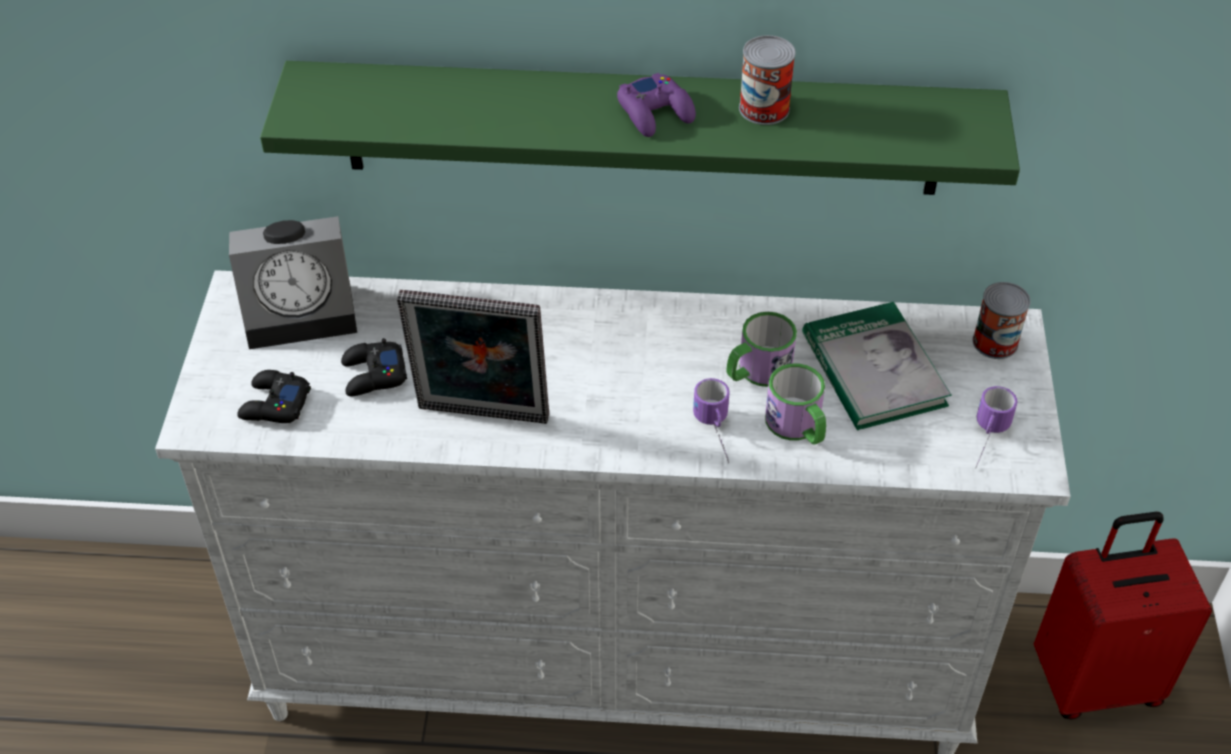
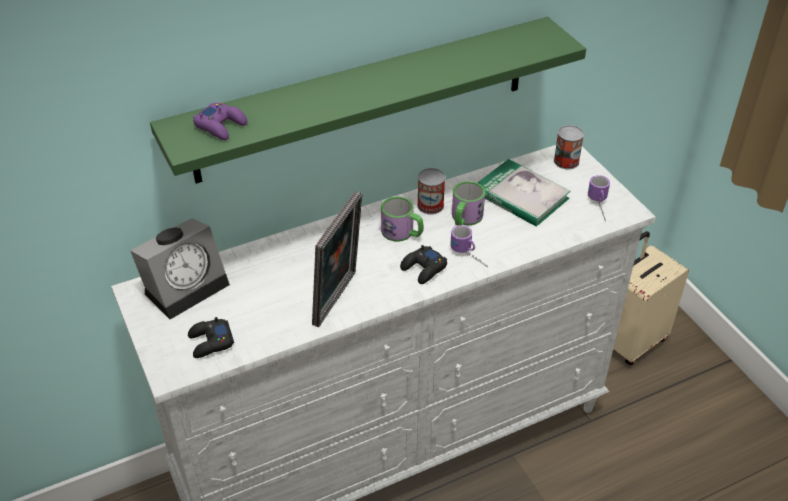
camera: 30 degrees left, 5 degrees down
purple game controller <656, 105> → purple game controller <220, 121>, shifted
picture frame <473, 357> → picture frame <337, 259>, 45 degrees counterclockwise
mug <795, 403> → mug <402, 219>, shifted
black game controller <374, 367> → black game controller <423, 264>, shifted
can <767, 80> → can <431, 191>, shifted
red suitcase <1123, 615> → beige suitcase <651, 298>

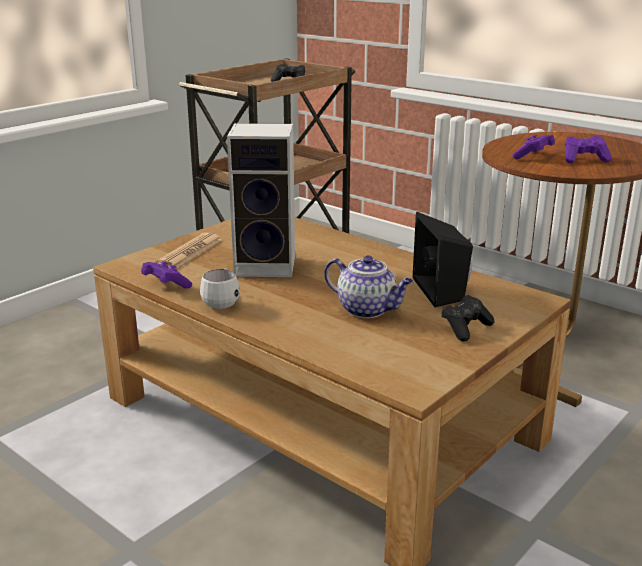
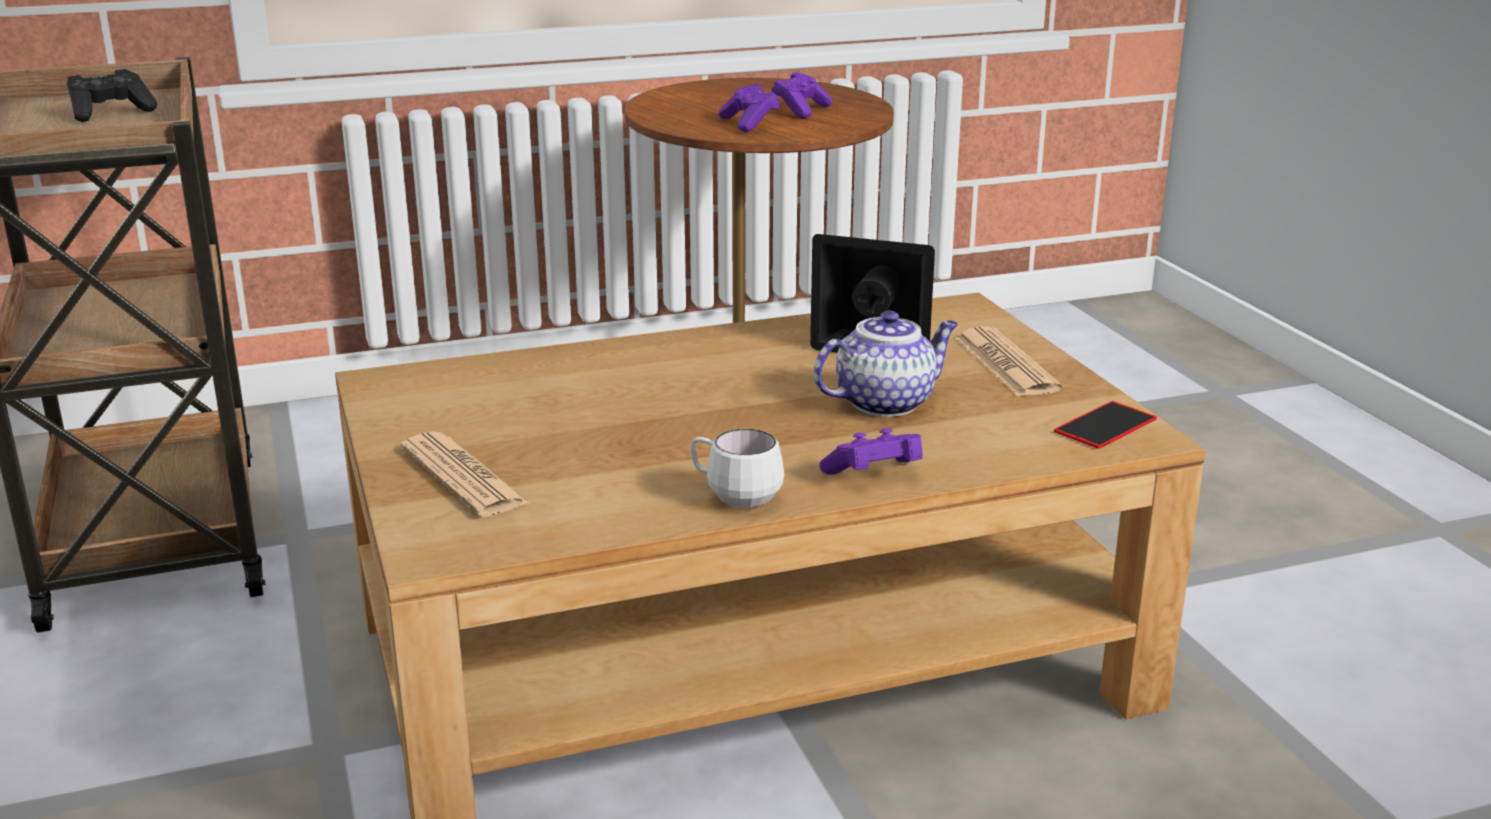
camera: 60 degrees left, 0 degrees up
purple game controller <166, 274> → purple game controller <871, 451>, shifted
black game controller <468, 318> → newspaper <1008, 361>
- → phone <1105, 425>
speaker <261, 200> → -

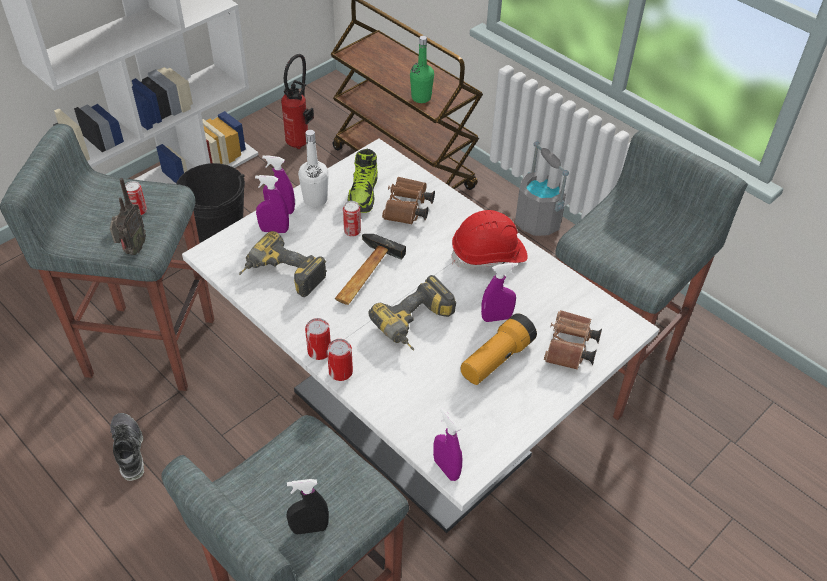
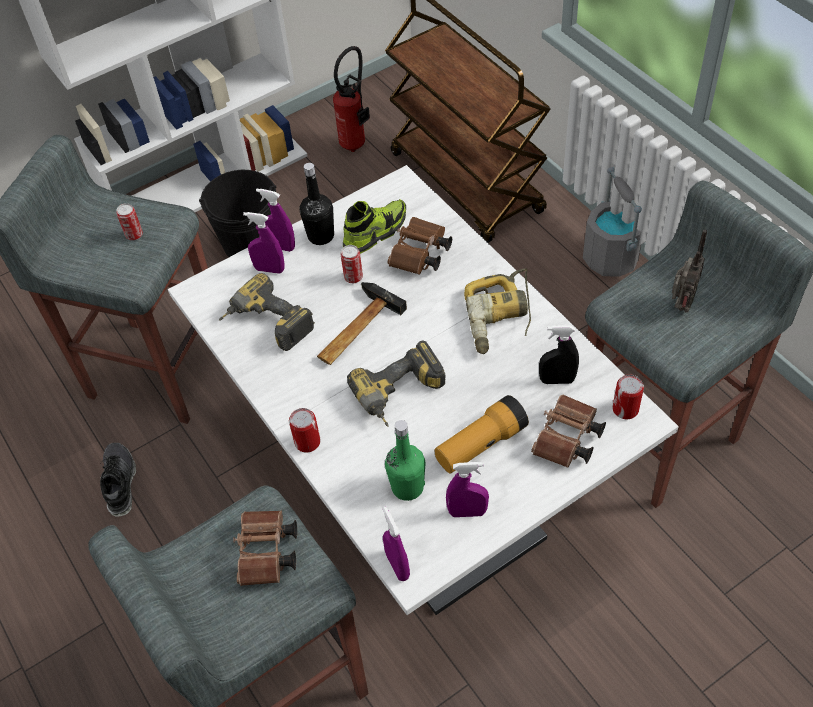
camera: 15 degrees right, 5 degrees up
- → brown binoculars <265, 548>
white bottle <313, 168> → black bottle <317, 204>
shoe <362, 181> → shoe <374, 226>, 150 degrees counterclockwise
green bottle <422, 69> → green bottle <405, 460>, shifted
purple spray bottle <499, 292> → purple spray bottle <467, 489>, shifted
red hard hat <490, 239> → power drill <497, 311>
black spray bottle <308, 506> → black spray bottle <559, 354>, shifted
can <318, 339> → can <628, 396>, shifted
radio <128, 216> → radio <689, 271>, shifted

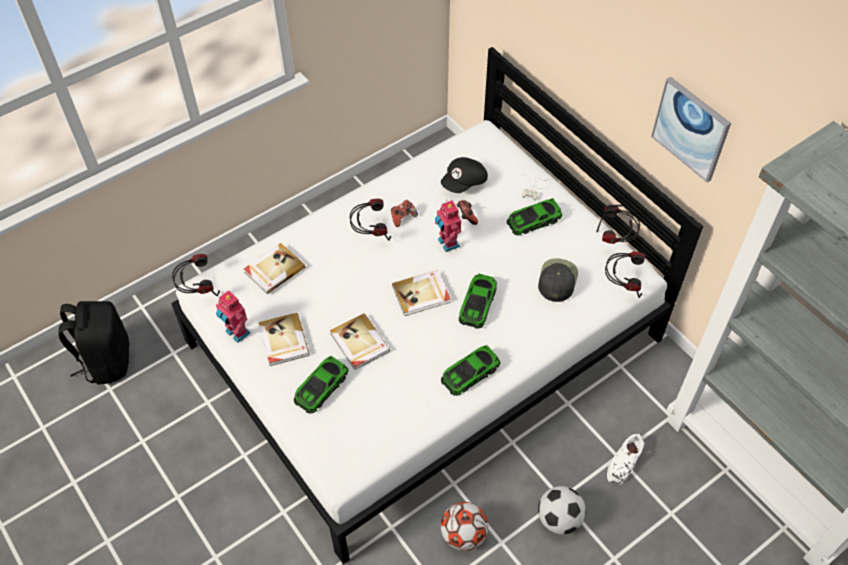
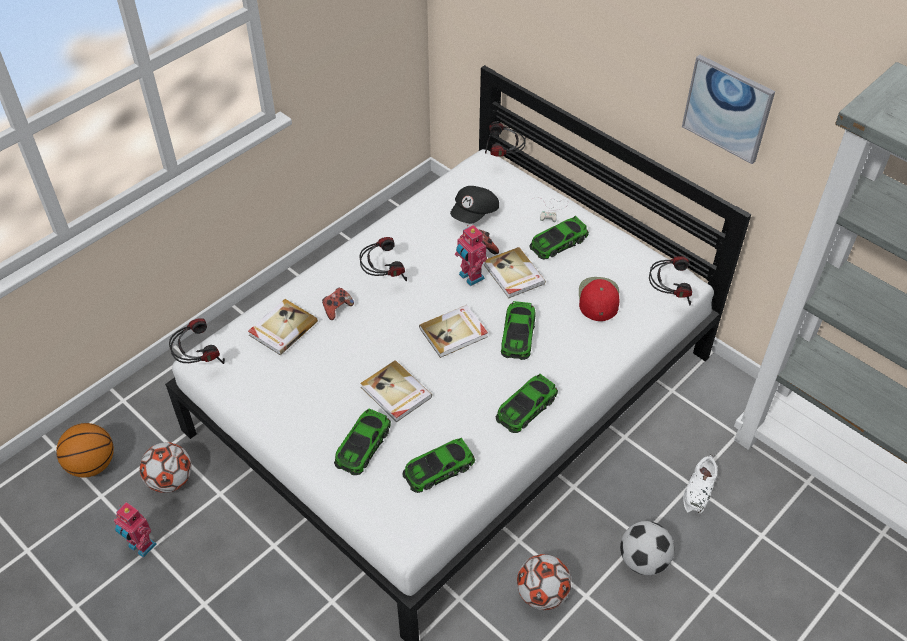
camera: 10 degrees left, 5 degrees down
black backpack <94, 342> → basketball <85, 450>
toy robot <233, 316> → toy robot <135, 530>, shifted
- → football <166, 467>
game controller <404, 213> → game controller <338, 304>, shifted
- → toy car <439, 465>
book <284, 339> → book <515, 272>, shifted
headphones <618, 224> → headphones <505, 139>, shifted
black cap <558, 280> → red cap <599, 299>

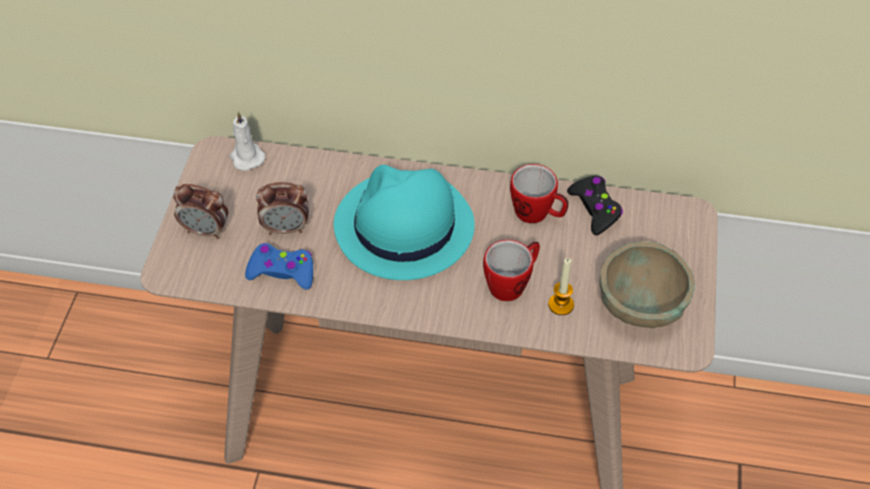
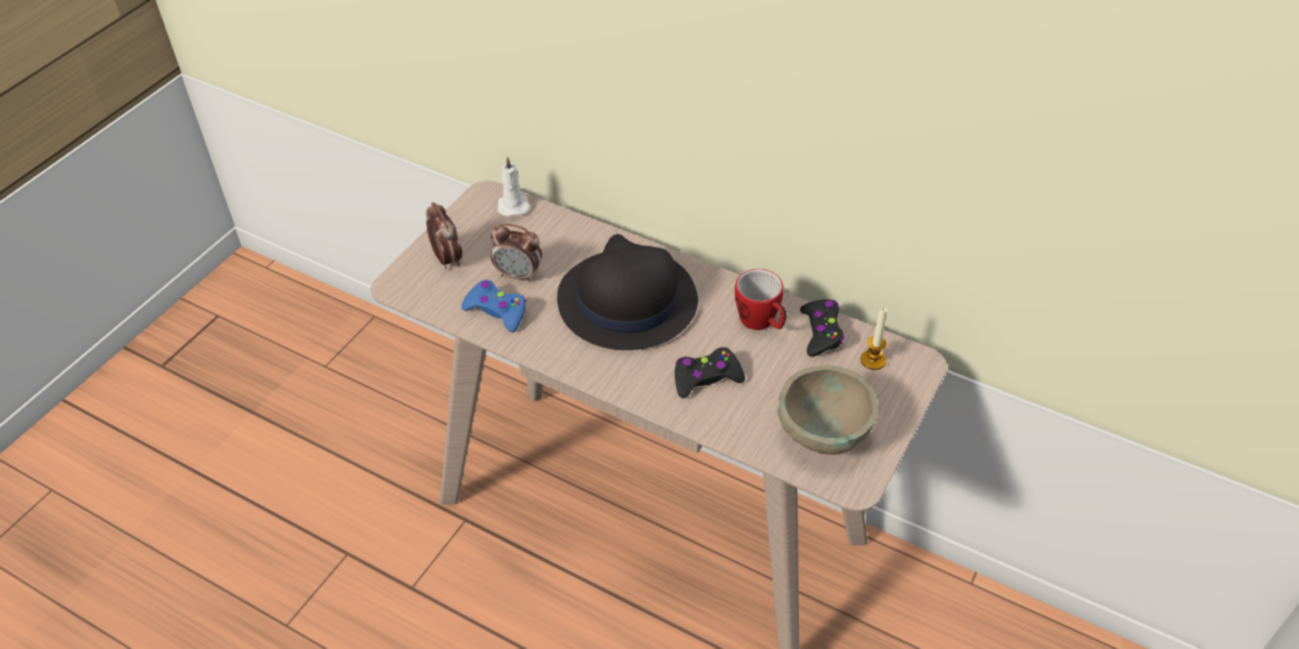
camera: 20 degrees right, 5 degrees down
alarm clock <200, 211> → alarm clock <444, 235>, 150 degrees counterclockwise
turquoise hat <404, 222> → black hat <627, 292>
mug <511, 270> → black game controller <710, 372>
candle <561, 286> → candle <874, 339>, shifted

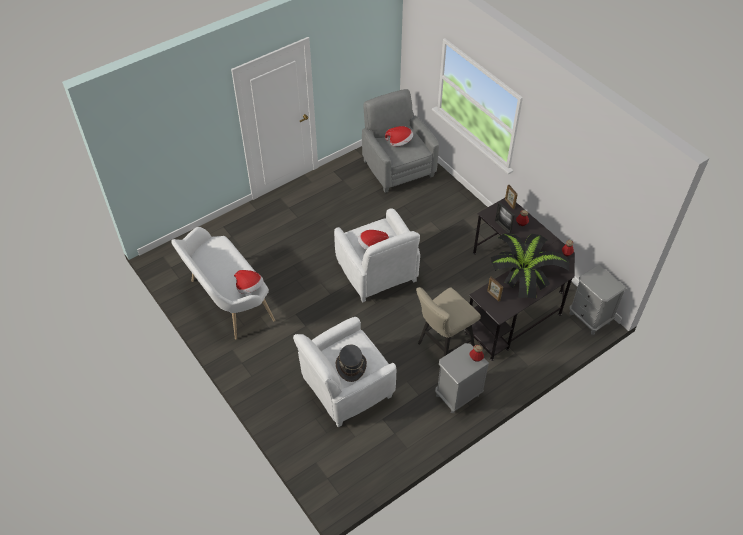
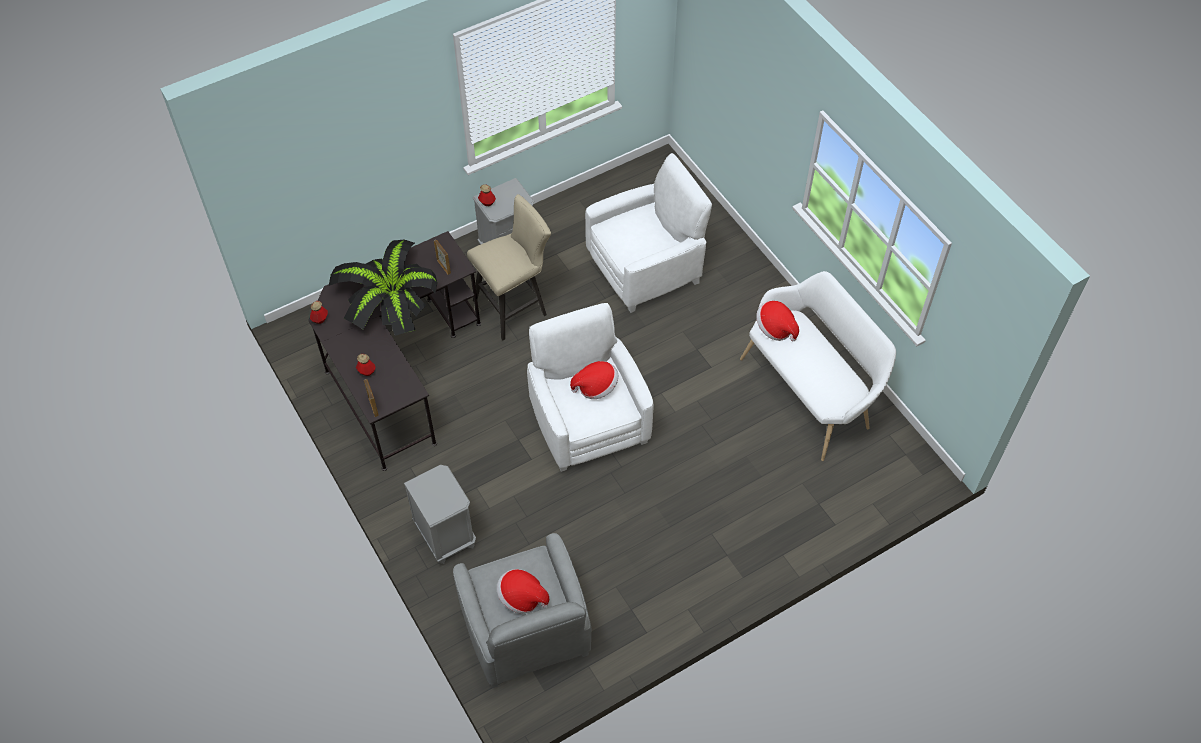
camera: 175 degrees left, 5 degrees up
grey nightstand <597, 300> → grey nightstand <440, 514>, shifted
grey hat <351, 363> → -
picture frame <505, 217> → -

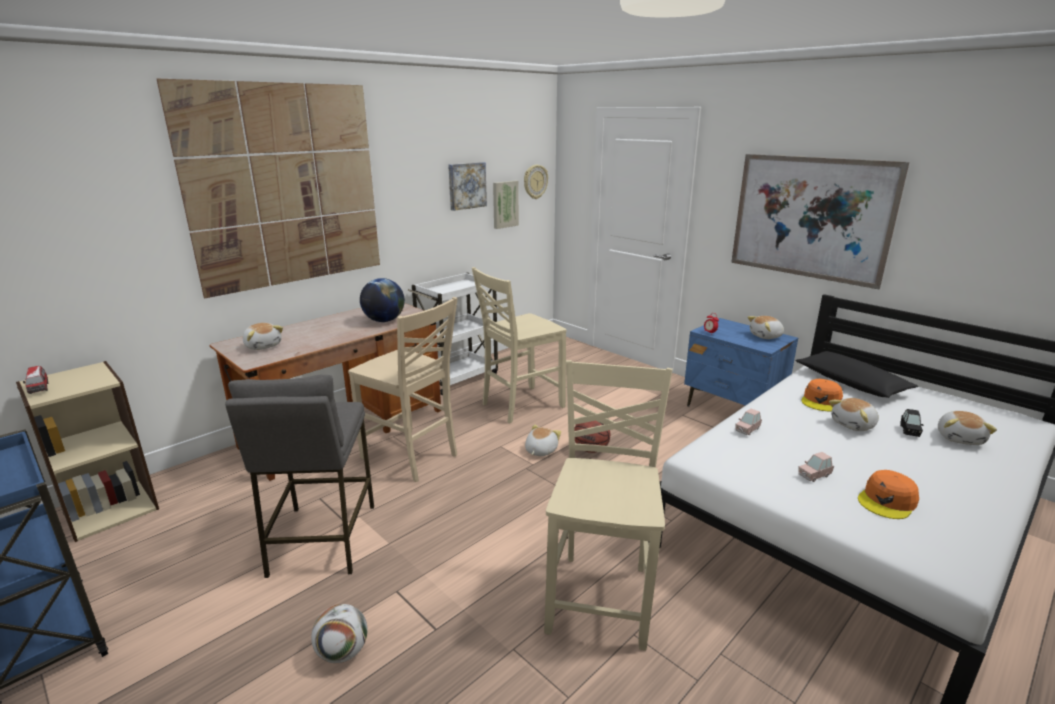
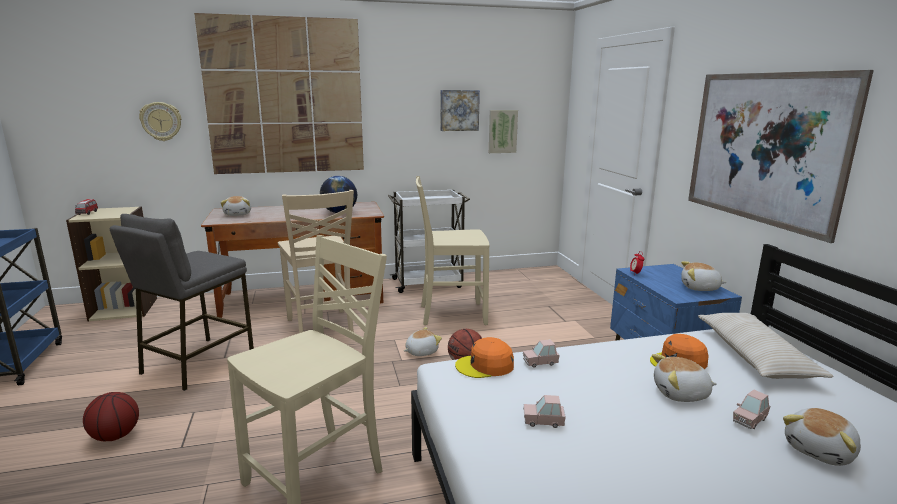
camera: 30 degrees right, 5 degrees down
football <339, 633> → basketball <111, 416>
wall clock <536, 182> → wall clock <160, 121>, shifted
orange cap <888, 494> → orange cap <484, 357>, shifted
black pillow <857, 374> → beige pillow <766, 346>
black toy car <911, 423> → pink toy car <752, 409>

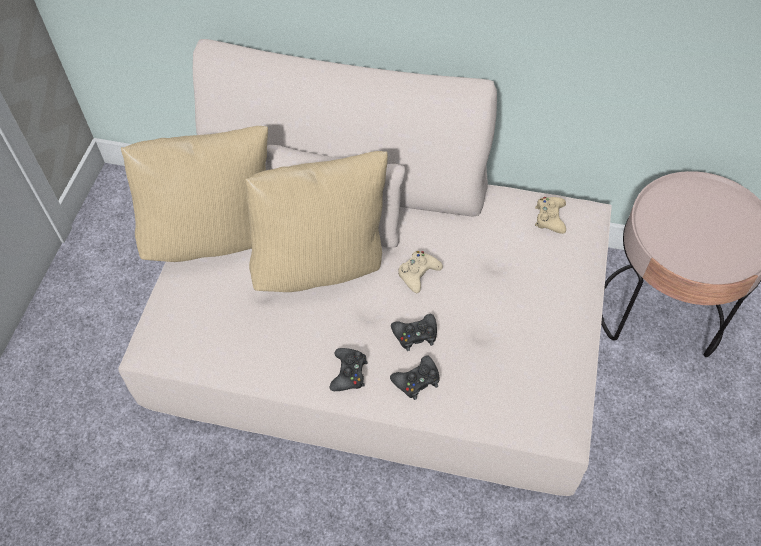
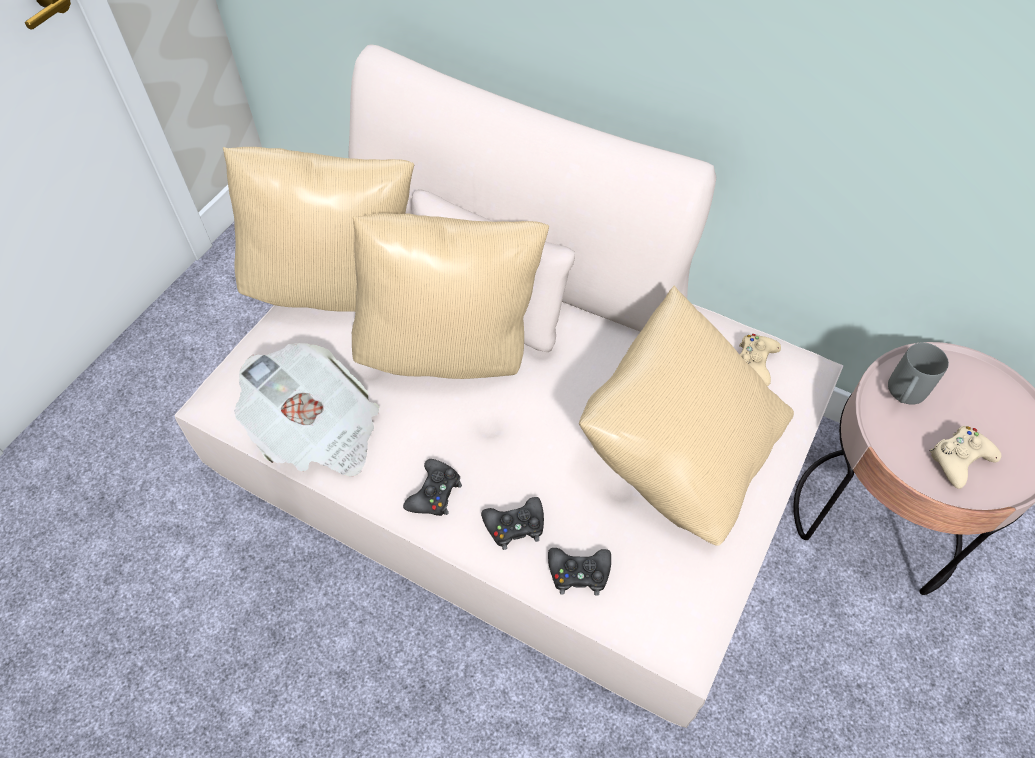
camera: 15 degrees right, 0 degrees up
- → newspaper <306, 410>
black game controller <414, 332> → black game controller <579, 572>, shifted
- → beige pillow <686, 415>
- → grey mug <918, 374>
beige game controller <420, 272> → beige game controller <965, 457>, shifted

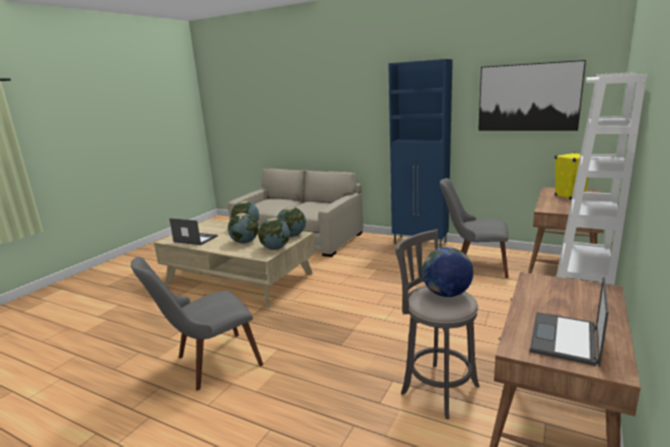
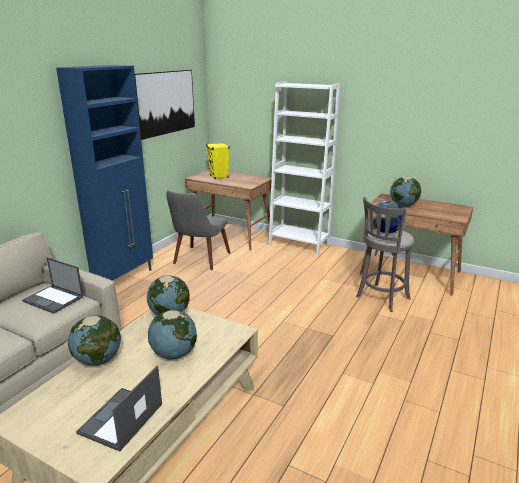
camera: 90 degrees left, 5 degrees up
laptop <568, 322> → laptop <52, 286>, shifted
globe <274, 234> → globe <405, 191>, shifted
grey chair <197, 323> → -

